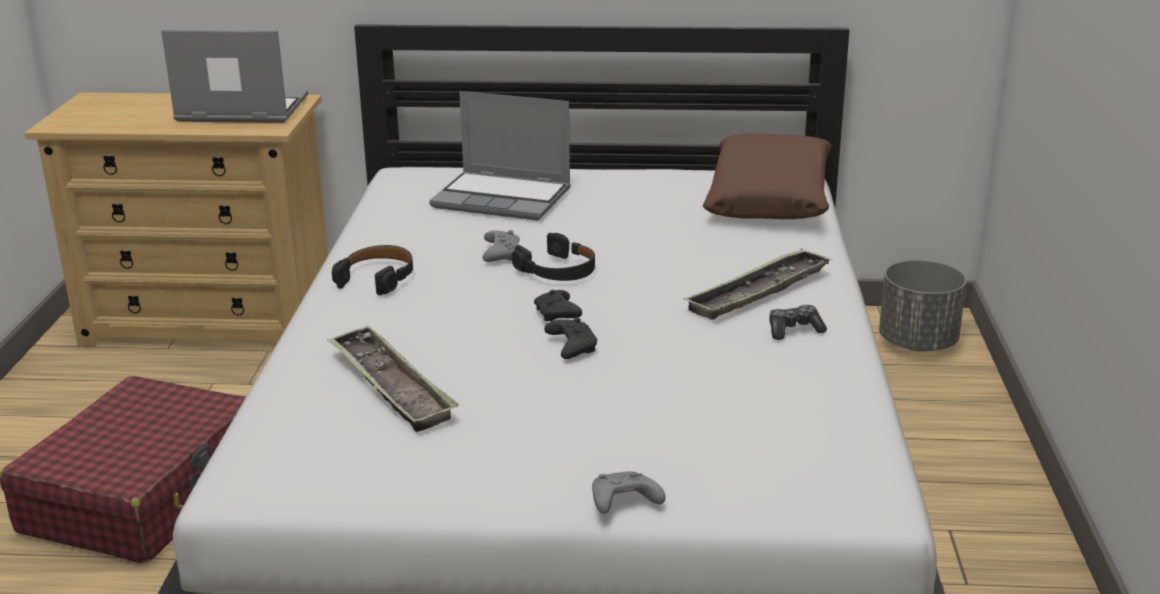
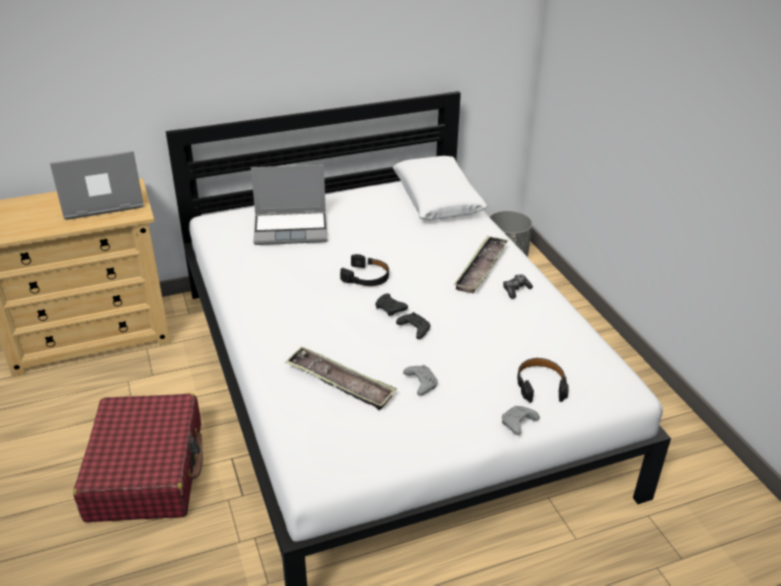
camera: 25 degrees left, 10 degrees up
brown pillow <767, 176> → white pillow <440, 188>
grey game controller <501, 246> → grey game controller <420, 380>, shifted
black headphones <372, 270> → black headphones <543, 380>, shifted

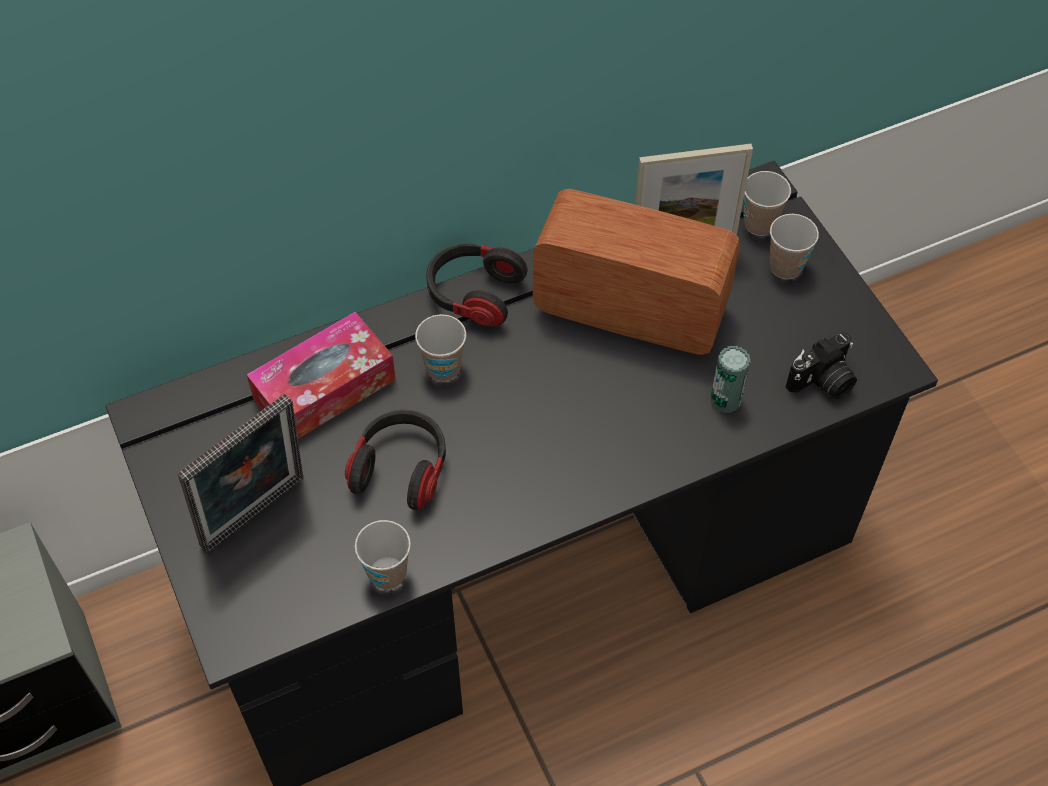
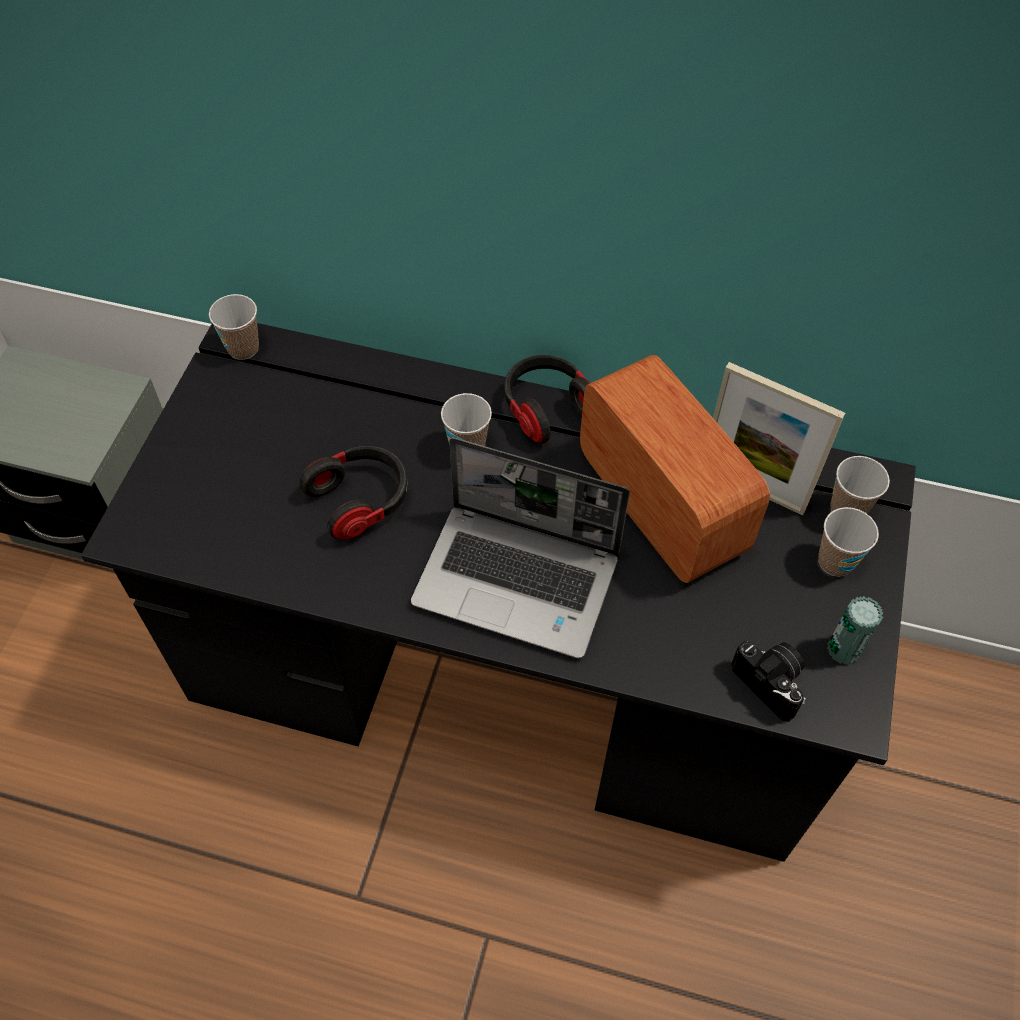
camera: 40 degrees right, 0 degrees up
cup <382, 555> → cup <234, 327>, shifted
- → laptop <520, 548>
photo camera <821, 366> → photo camera <768, 681>, 135 degrees counterclockwise
can <731, 379> → can <855, 630>, shifted
picture frame <240, 473> → -
tissue box <321, 375> → -

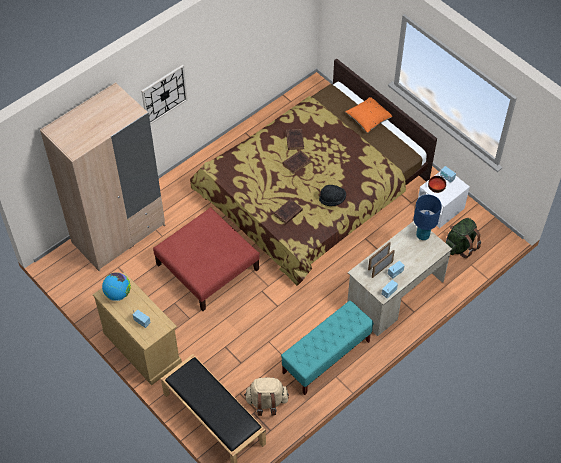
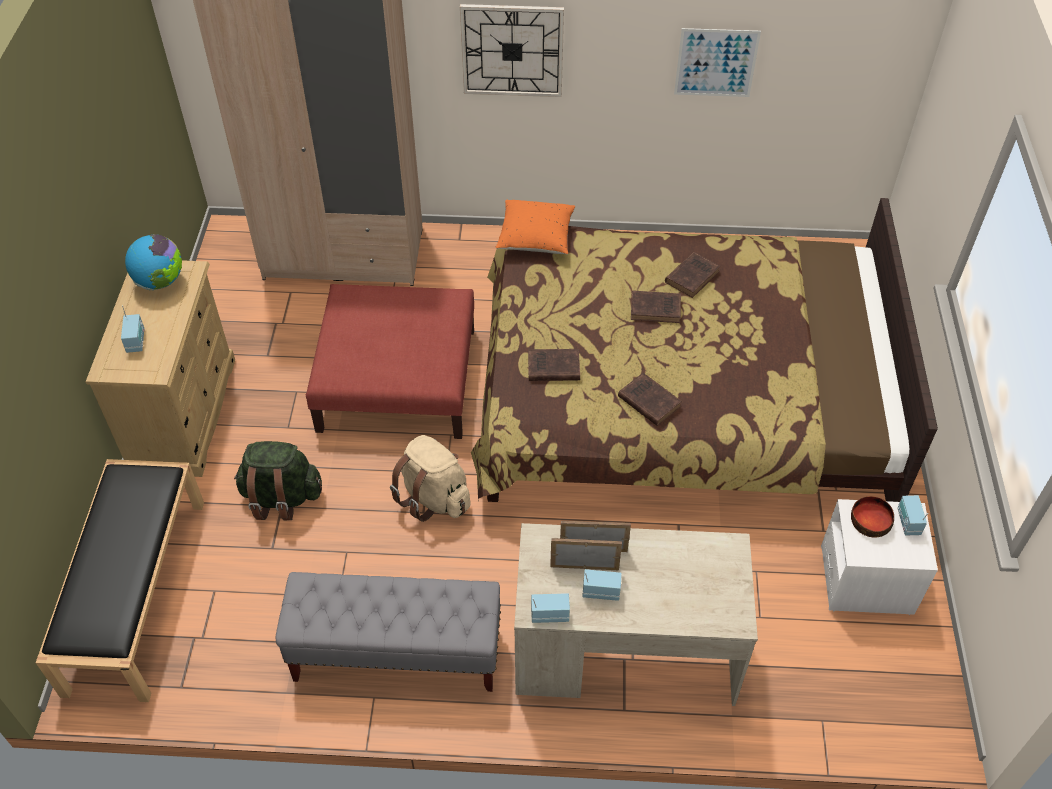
camera: 45 degrees right, 5 degrees down
green backpack <463, 238> → green backpack <278, 481>, shifted
turquoise bench <327, 348> → grey bench <388, 632>
beige backpack <266, 396> → beige backpack <430, 478>, shifted
orange pillow <368, 115> → orange pillow <535, 227>, shifted
black hat <332, 195> → brown book <650, 399>
- → picture <717, 62>
blue table lamp <428, 217> → -

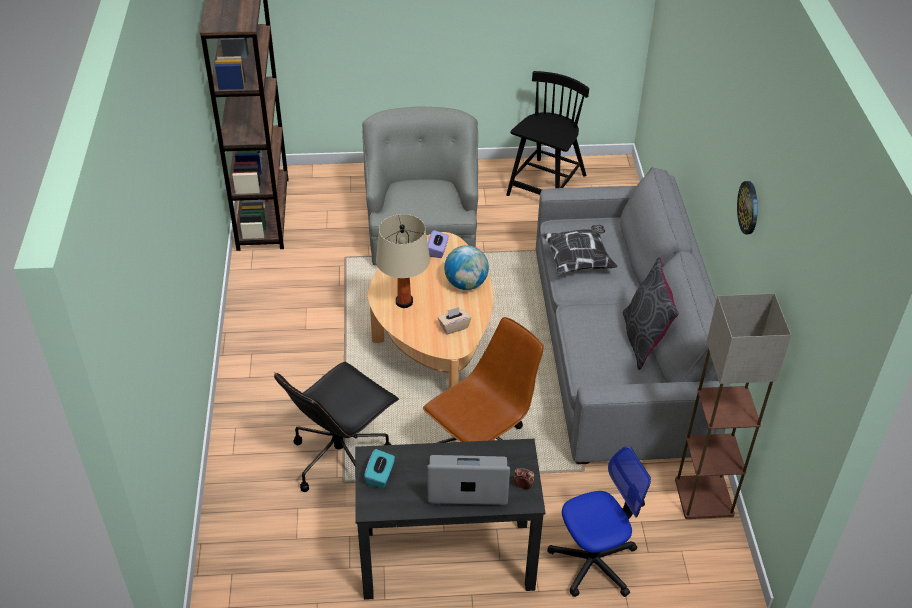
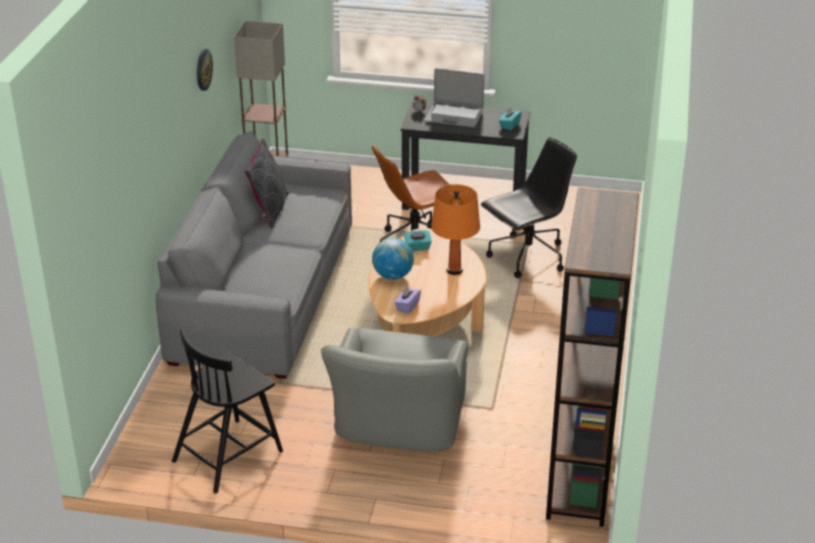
camera: 165 degrees left, 10 degrees down
beige tissue box <454, 320> → turquoise tissue box <418, 240>
beige table lamp <403, 261> → orange table lamp <455, 229>
pillow <579, 250> → -
office chair <599, 521> → -

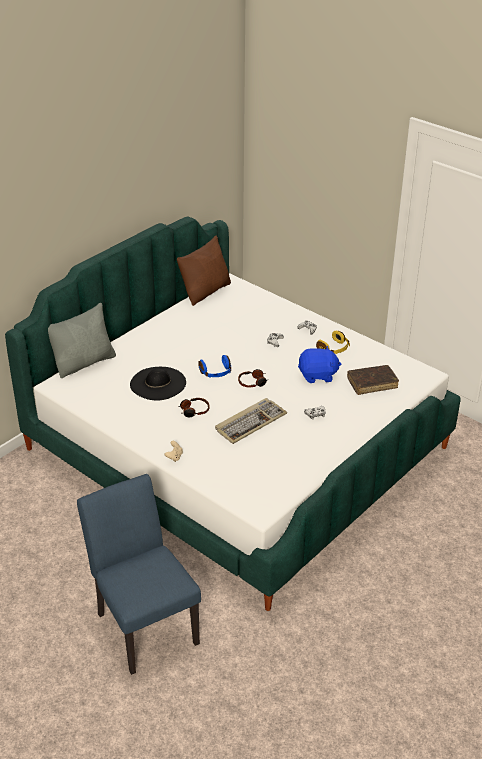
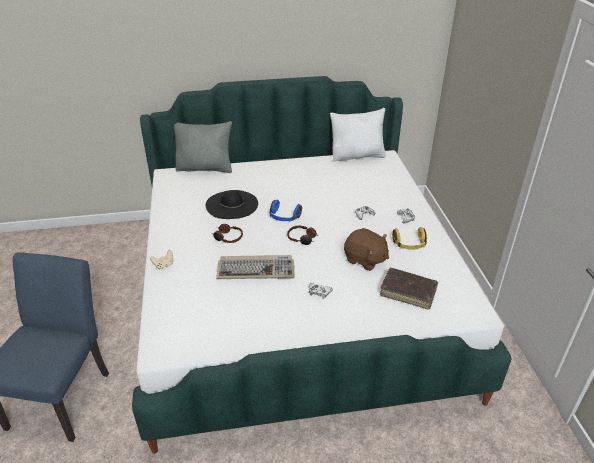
camera: 40 degrees right, 0 degrees up
brown pillow <204, 270> → white pillow <358, 135>
blue plush toy <319, 364> → brown plush toy <366, 249>

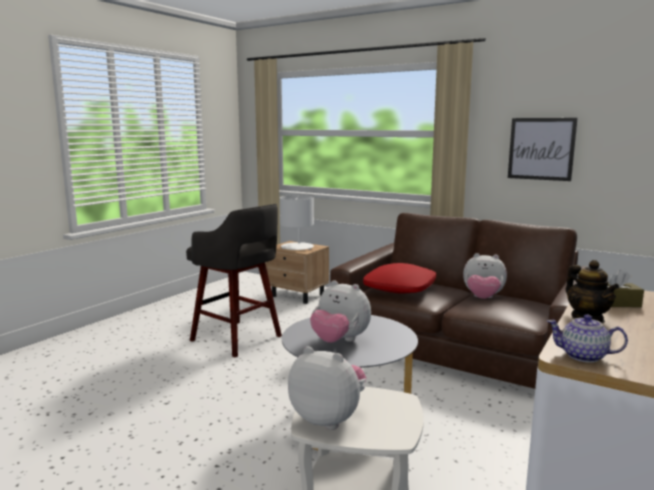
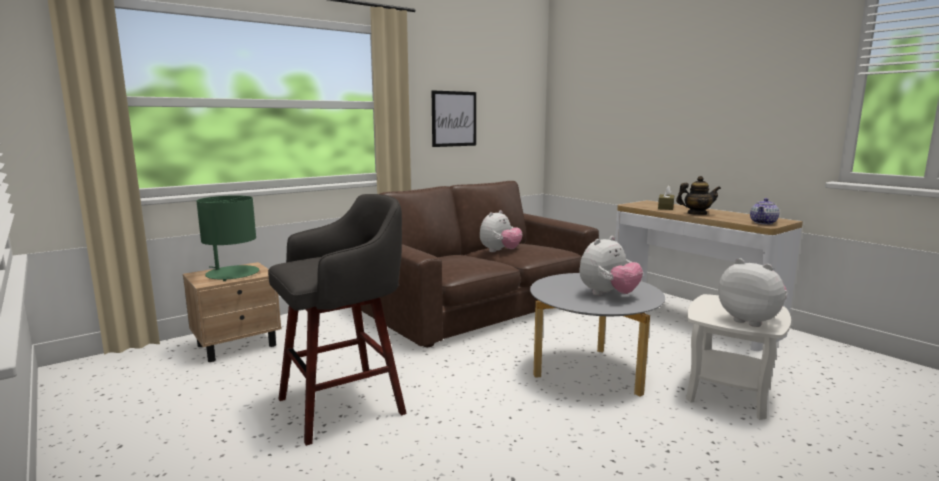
camera: 70 degrees left, 0 degrees up
white table lamp <297, 222> → green table lamp <228, 238>
plush toy <327, 388> → plush toy <753, 292>, 90 degrees clockwise
red pillow <399, 278> → -

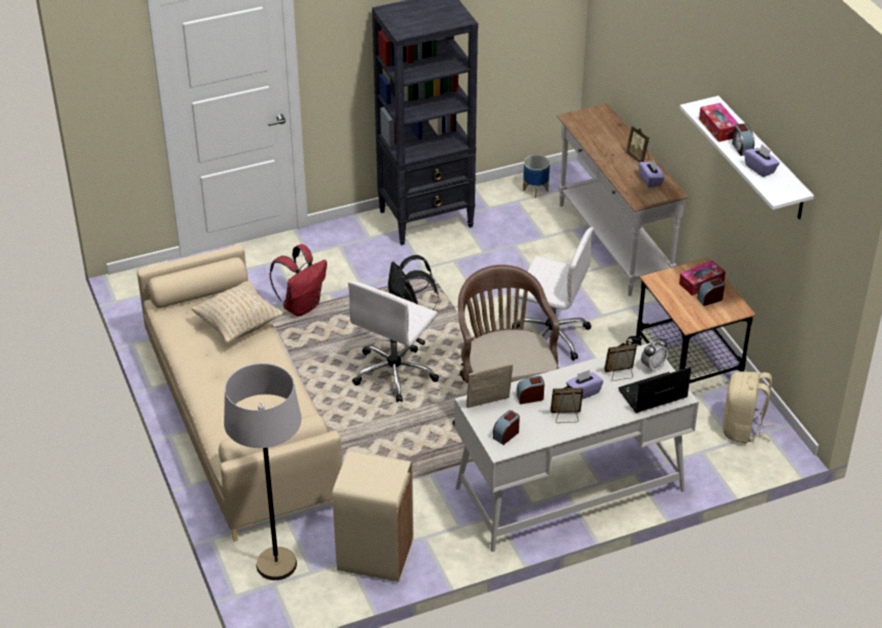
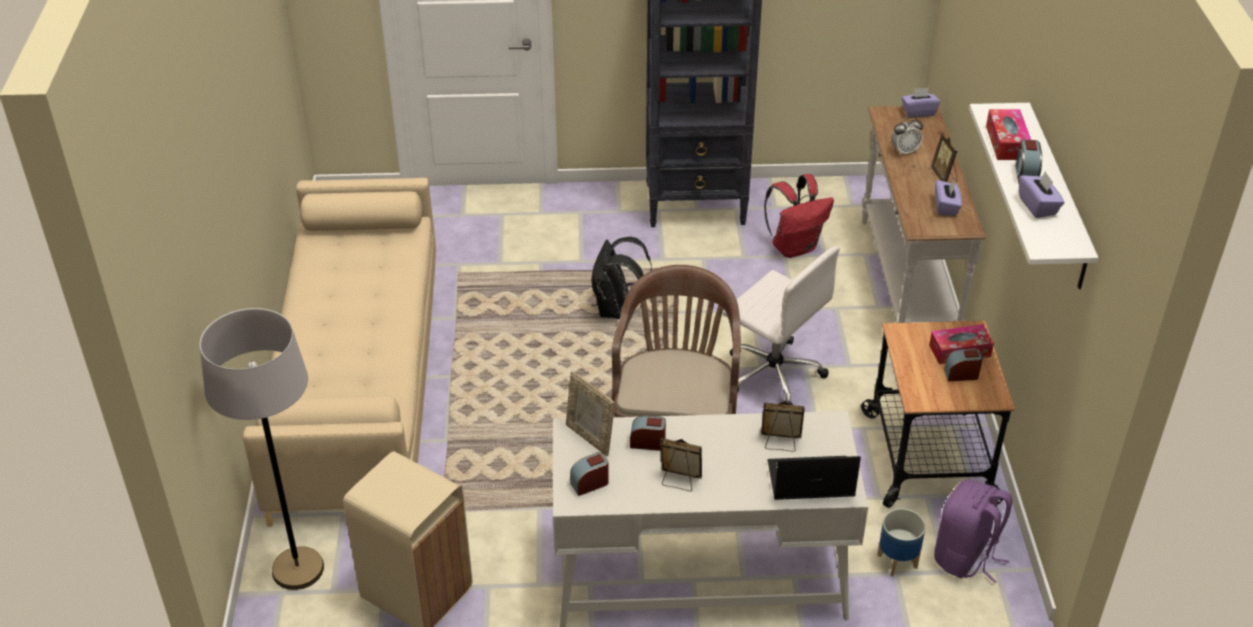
camera: 20 degrees right, 0 degrees up
picture frame <489, 386> → picture frame <590, 413>, 135 degrees counterclockwise
red backpack <298, 280> → red backpack <799, 216>, shifted
planter <536, 176> → planter <901, 542>, shifted
alarm clock <654, 355> → alarm clock <907, 136>, shifted
purple tissue box <584, 384> → purple tissue box <921, 102>, shifted
beige backpack <748, 407> → purple backpack <973, 531>
beige pillow <237, 312> → -
white office chair <393, 342> → -

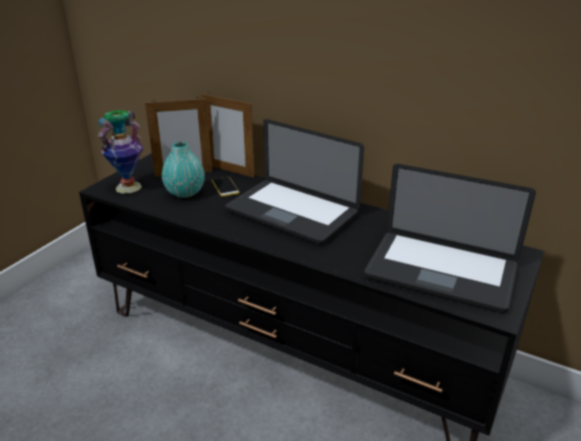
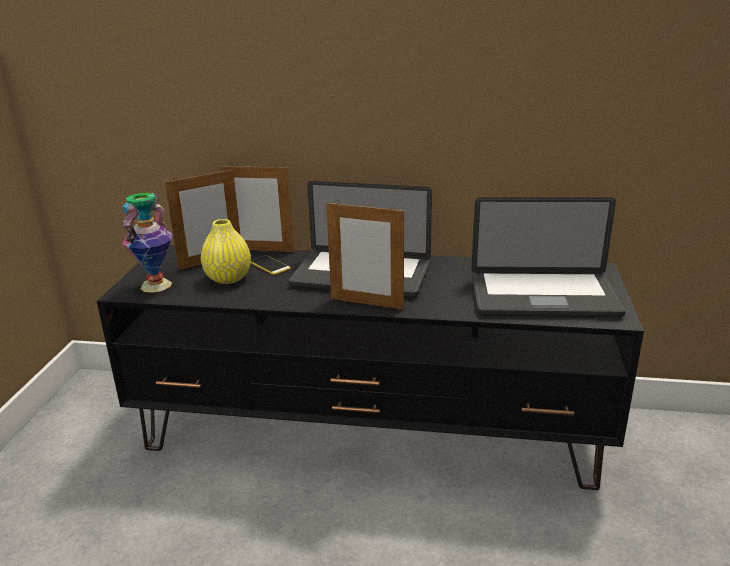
camera: 20 degrees left, 5 degrees down
turquoise vase <183, 170> → yellow vase <226, 251>
- → picture frame <365, 254>

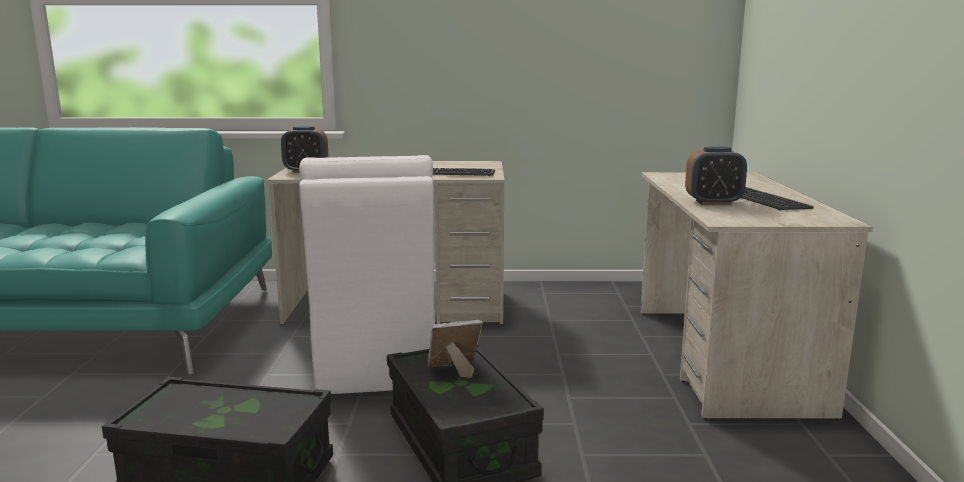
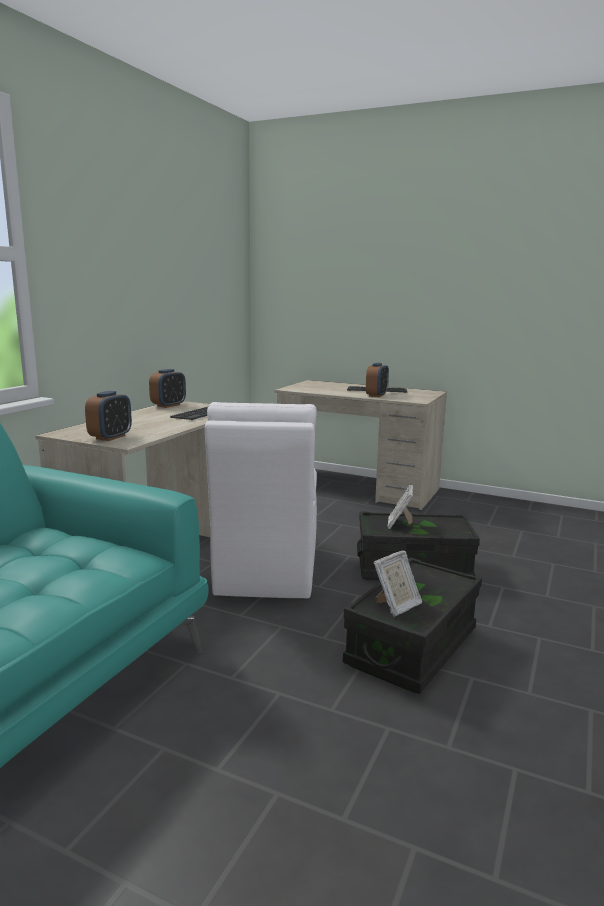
camera: 65 degrees left, 0 degrees up
- → alarm clock <167, 388>
white chair <367, 274> → white chair <261, 500>, 75 degrees clockwise
- → picture frame <398, 584>

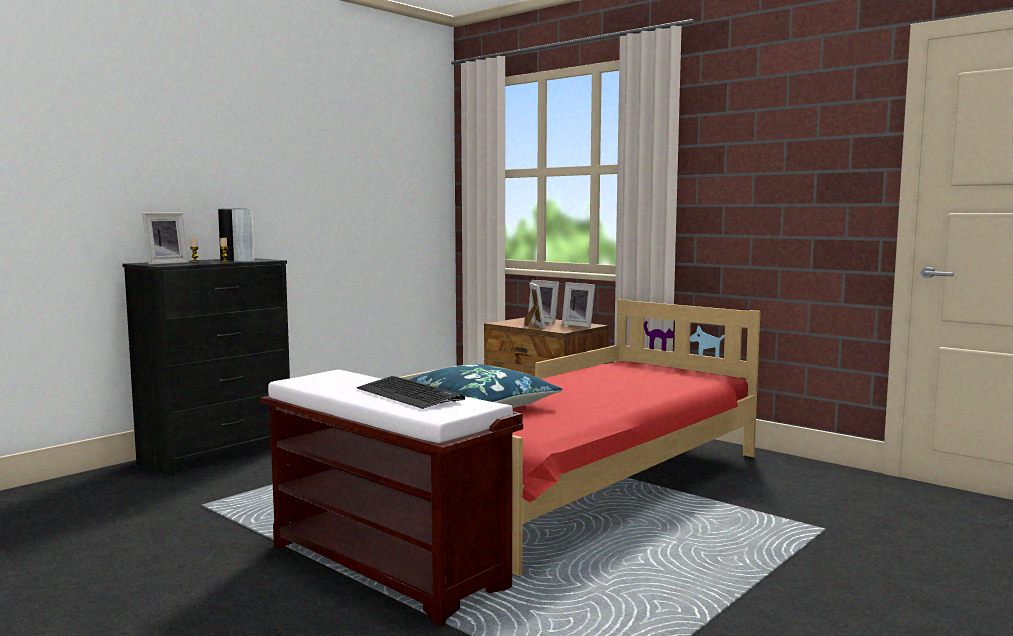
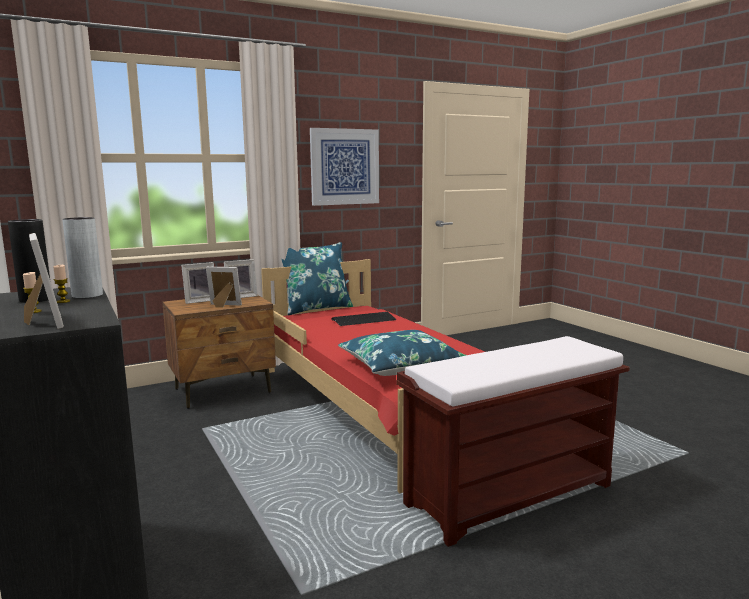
camera: 70 degrees left, 5 degrees up
- → blue pillow <317, 278>
- → picture <344, 167>
keyboard <411, 392> → keyboard <363, 319>, shifted

